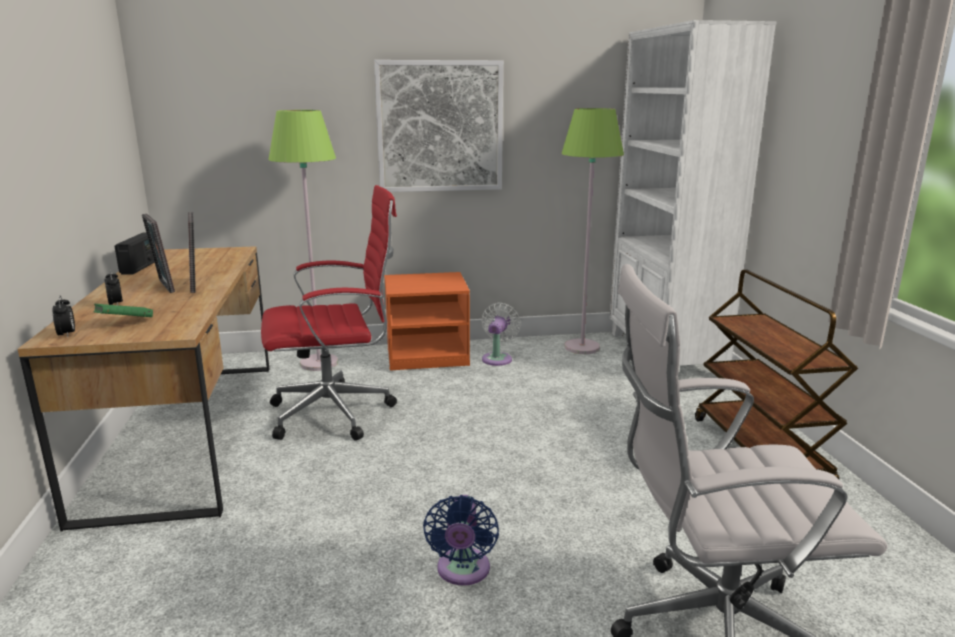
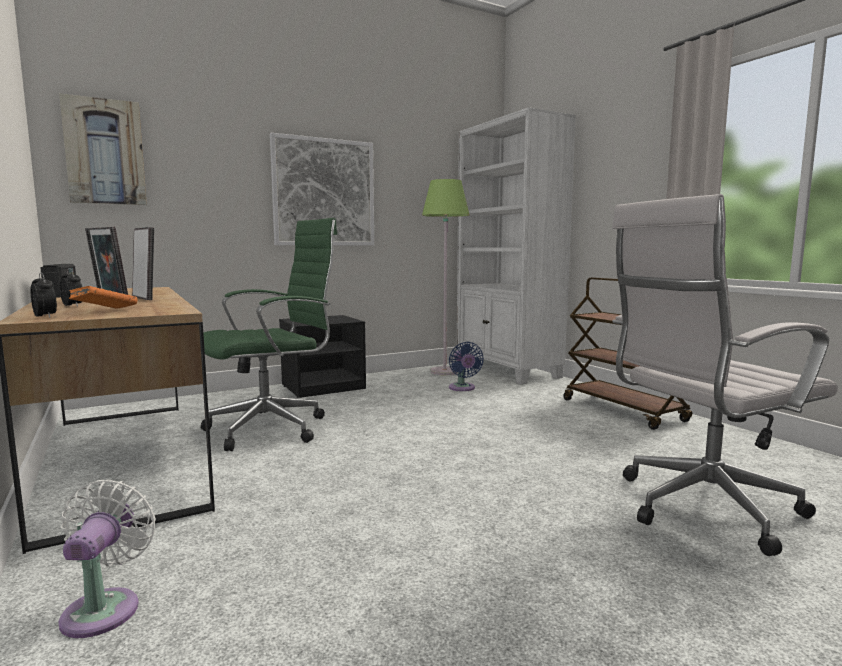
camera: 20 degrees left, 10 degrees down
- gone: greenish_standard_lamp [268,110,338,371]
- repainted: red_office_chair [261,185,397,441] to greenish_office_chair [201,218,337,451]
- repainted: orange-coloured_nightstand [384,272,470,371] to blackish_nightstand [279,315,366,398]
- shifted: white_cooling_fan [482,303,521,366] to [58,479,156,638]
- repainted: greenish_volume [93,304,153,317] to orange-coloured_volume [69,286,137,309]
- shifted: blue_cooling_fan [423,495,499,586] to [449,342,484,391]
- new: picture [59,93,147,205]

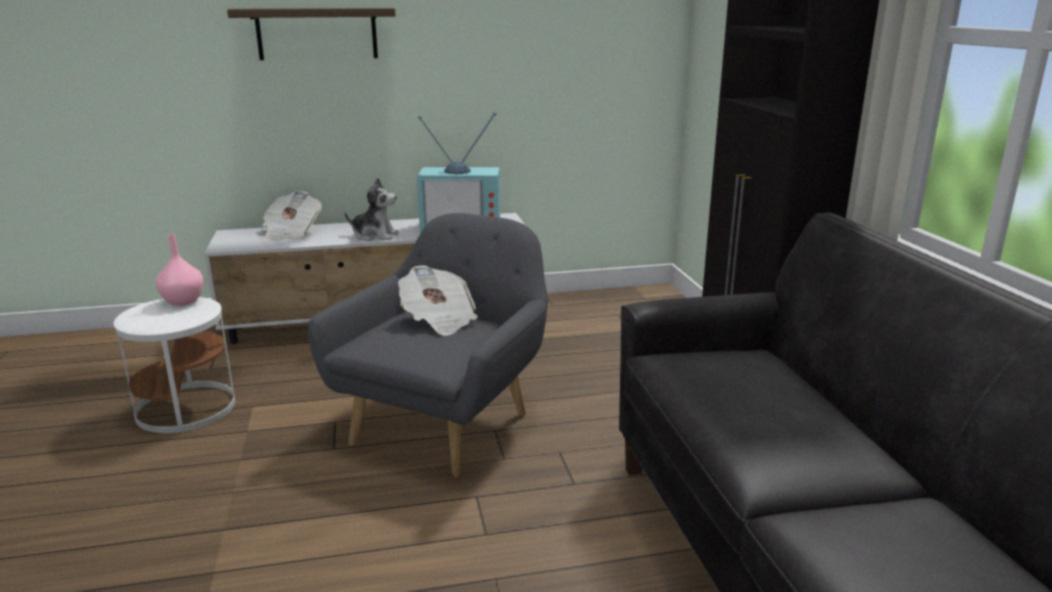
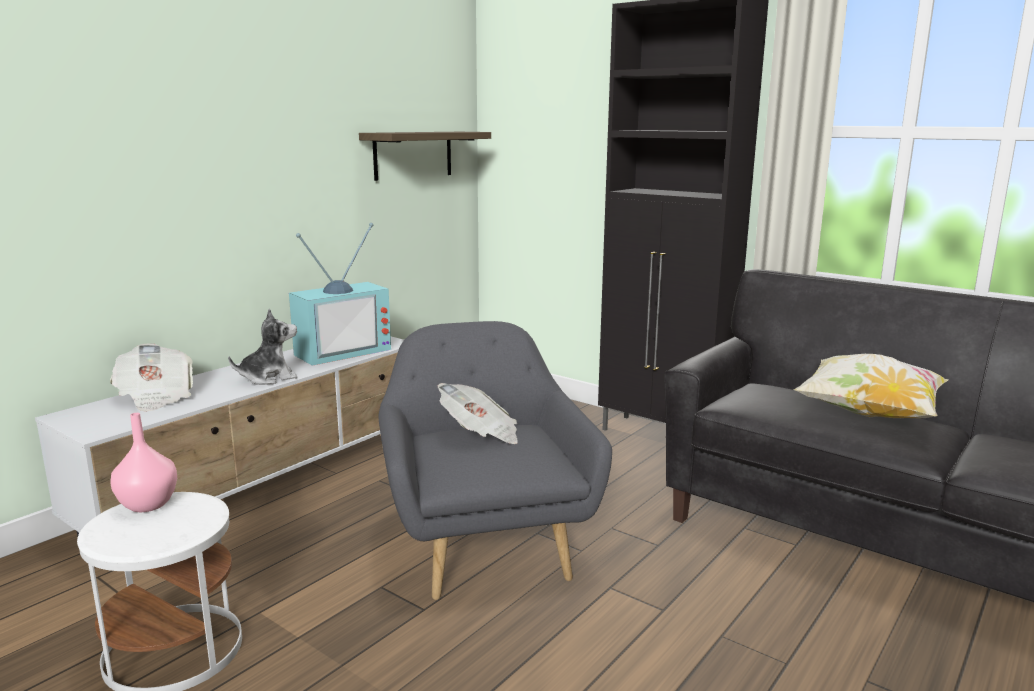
camera: 40 degrees left, 5 degrees down
- shifted: wall_shelf [227,8,396,60] to [359,132,491,181]
- new: throw_pillow [794,354,949,418]

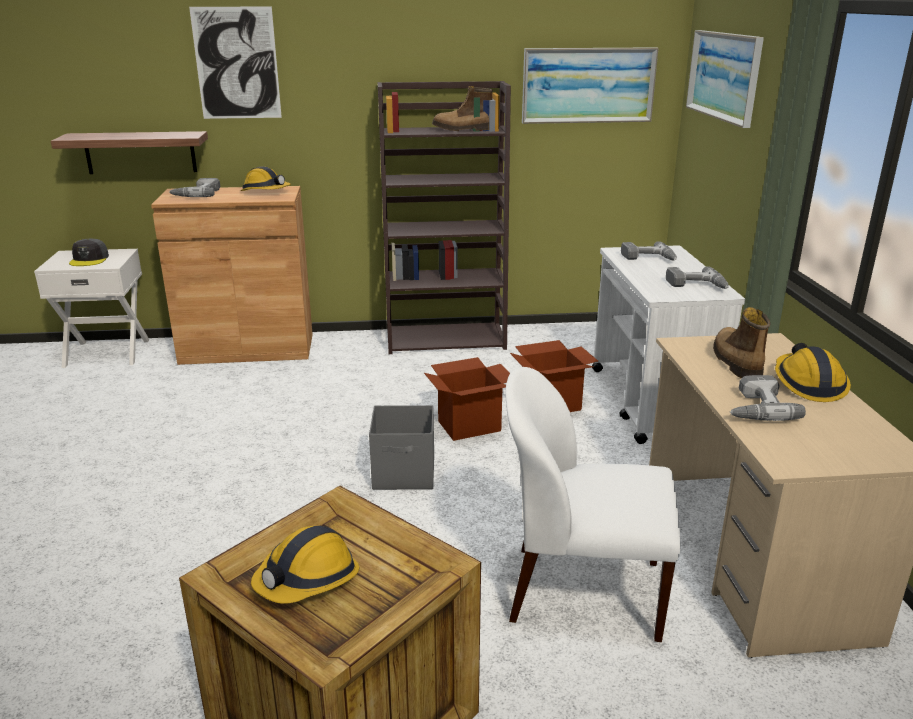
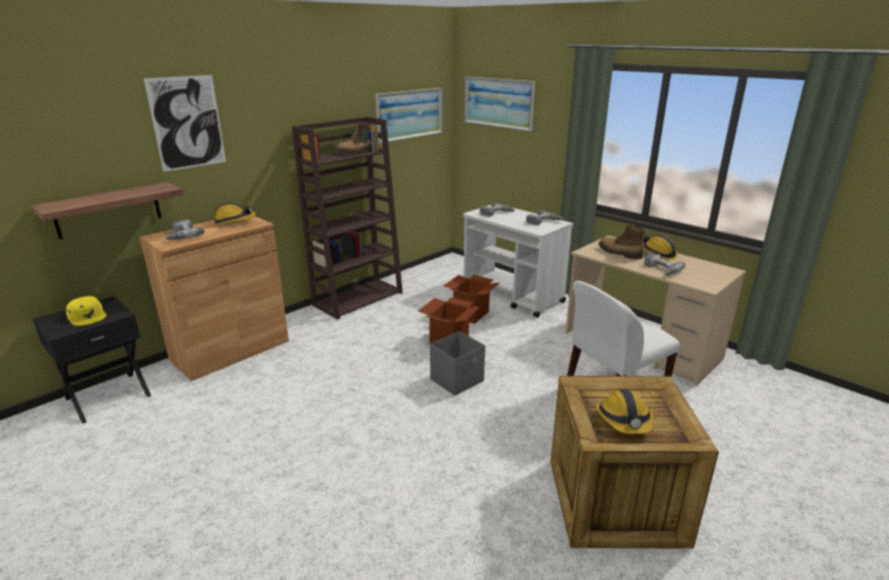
camera: 40 degrees left, 0 degrees up
- repainted: grey_cap [69,239,109,266] to yellow_cap [66,296,107,326]
- repainted: white_nightstand [34,249,150,368] to blackish_nightstand [33,296,151,424]

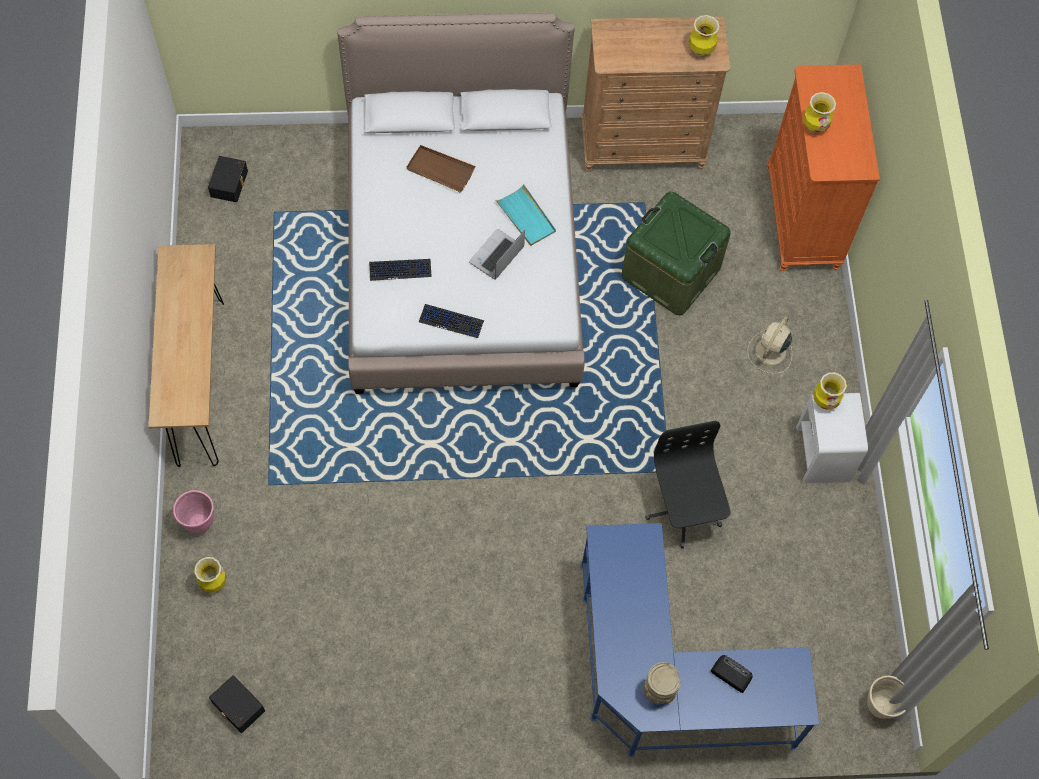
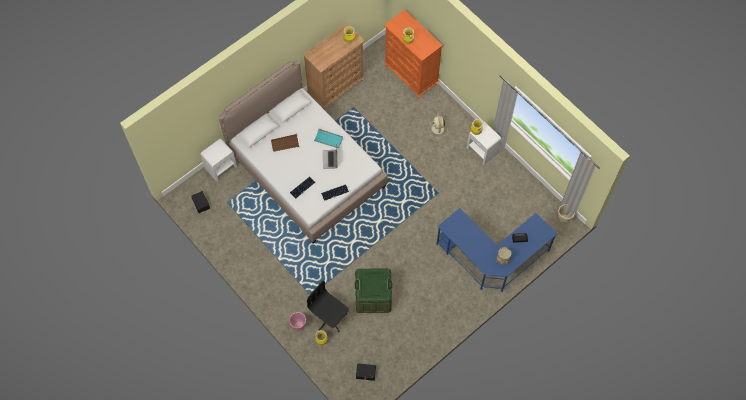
camera: 35 degrees left, 0 degrees up
- shifted: greenish_storage_container [621,192,731,315] to [355,268,392,313]
- gone: brownish_narrow_table [149,244,224,467]
- shifted: blackish_office_chair [645,420,731,548] to [307,281,349,332]
- new: white_nightstand [200,139,237,182]

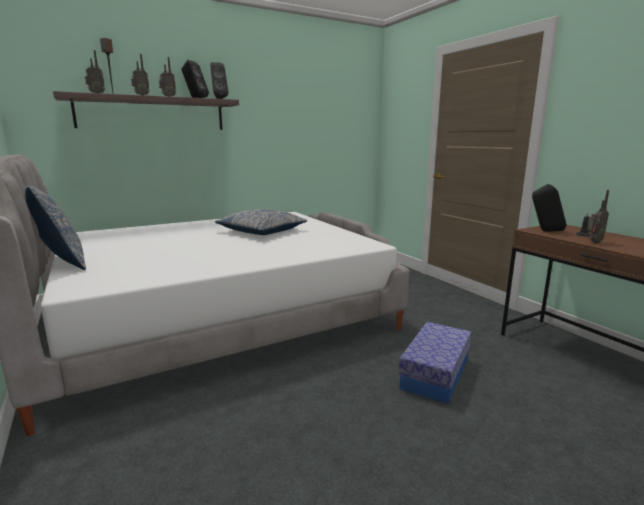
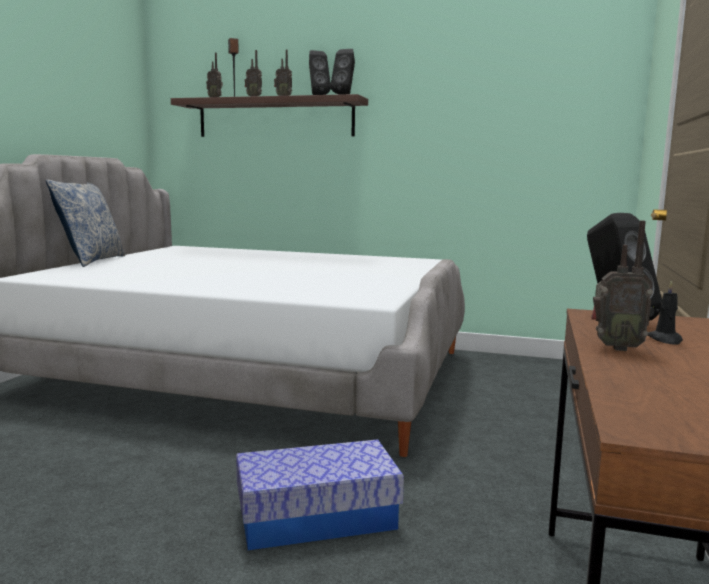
camera: 45 degrees right, 5 degrees down
- gone: throw_pillow [215,209,307,235]

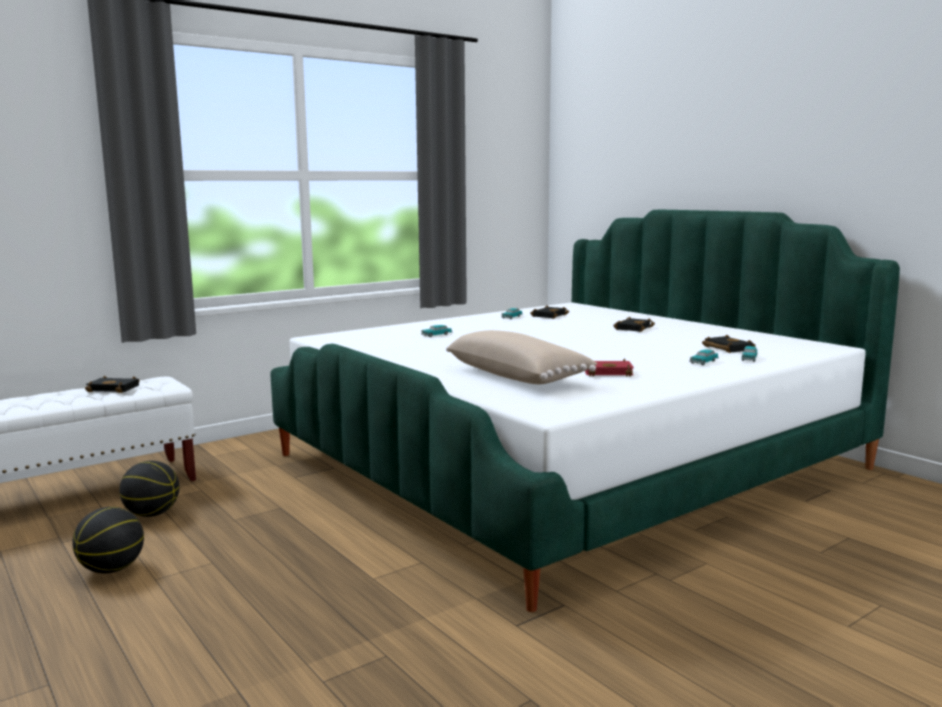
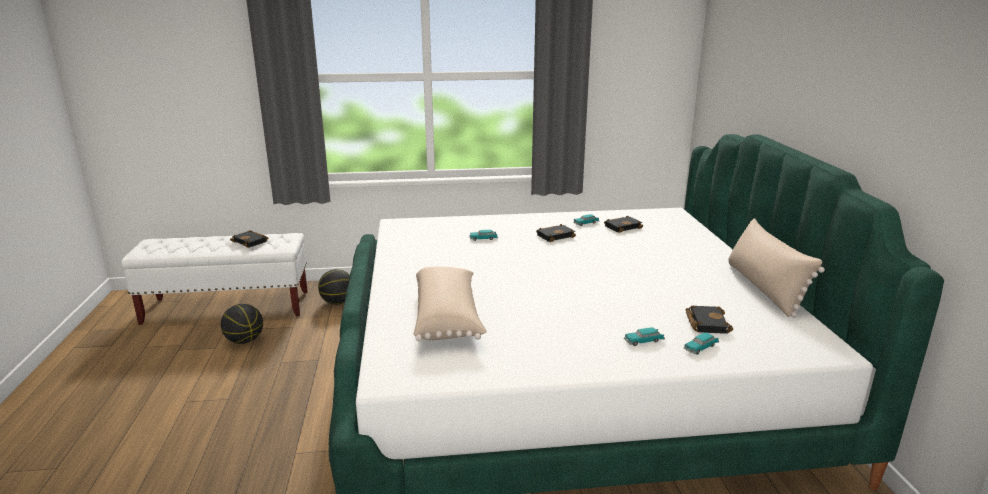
camera: 30 degrees right, 10 degrees up
- shifted: blackish_volume [613,317,655,332] to [536,224,576,242]
- gone: red_volume [585,359,634,376]
- shifted: basketball [72,507,144,574] to [318,269,350,305]
- new: sand-coloured_throw_pillow [729,218,825,318]

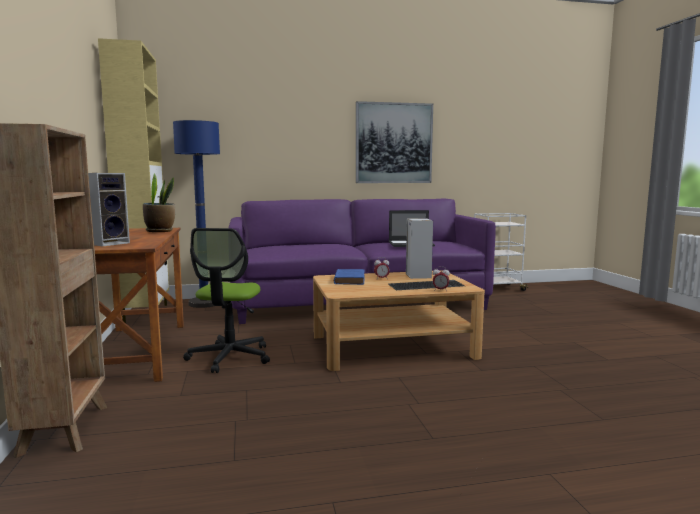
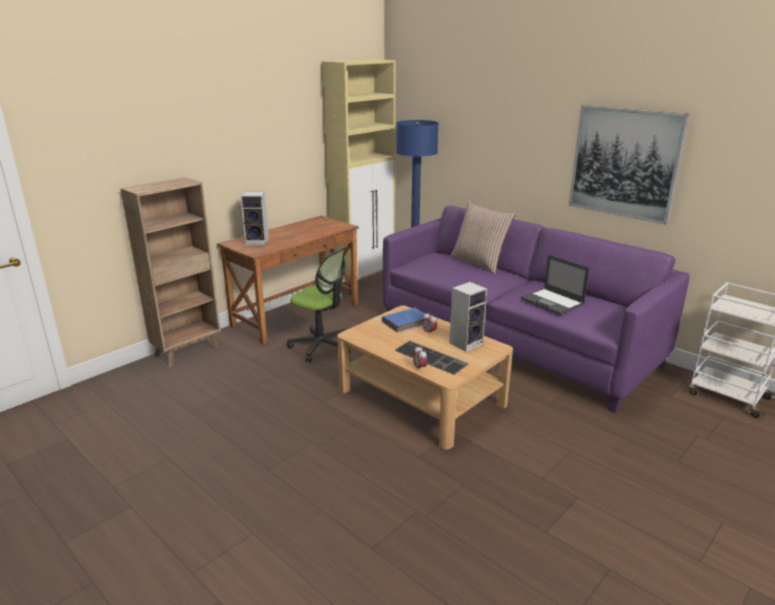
camera: 55 degrees right, 15 degrees up
- gone: plant_in_a_pot [143,174,175,232]
- rotated: office_chair [183,228,270,373] = [287,247,350,363] 120 degrees counterclockwise
- new: throw_pillow [450,201,516,274]

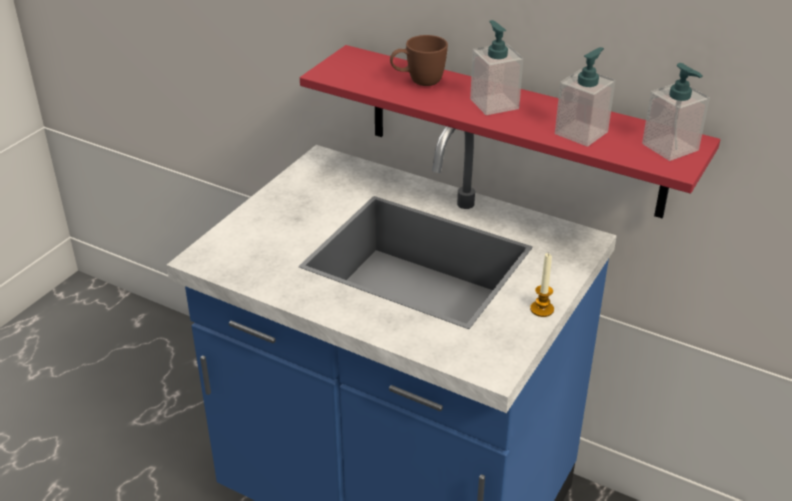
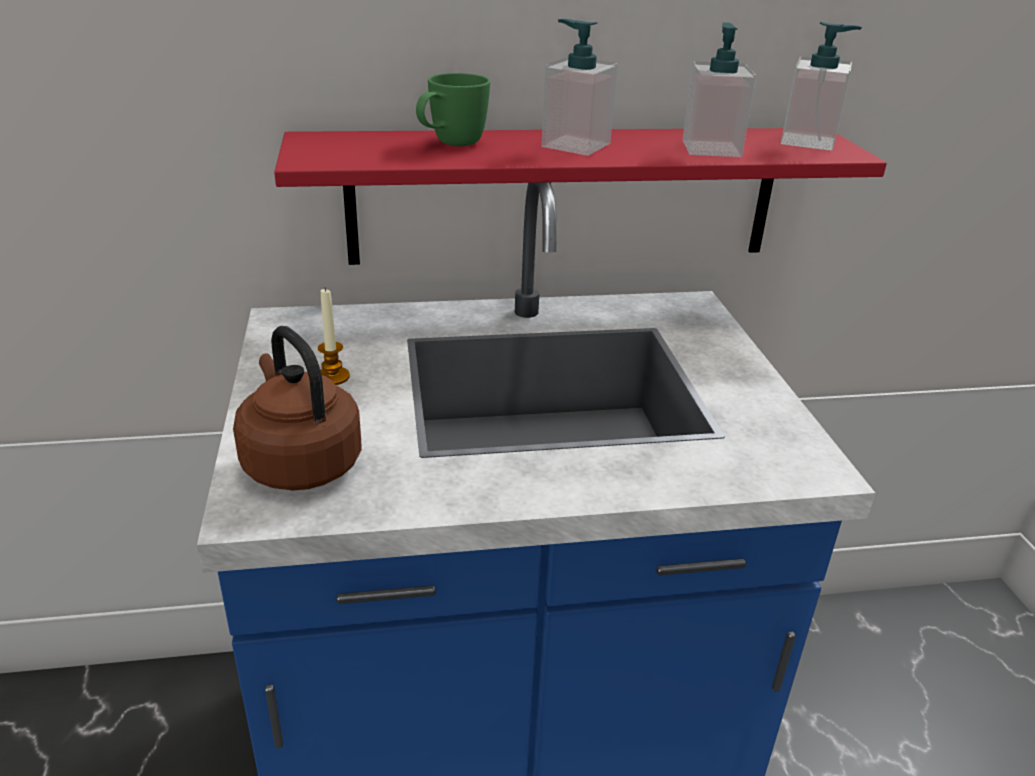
camera: 40 degrees left, 5 degrees down
- repainted: brownish_coffee_mug [390,35,448,86] to greenish_coffee_mug [416,73,490,146]
- shifted: candle [530,253,554,317] to [318,288,350,385]
- new: brownish_kettle [233,326,362,490]

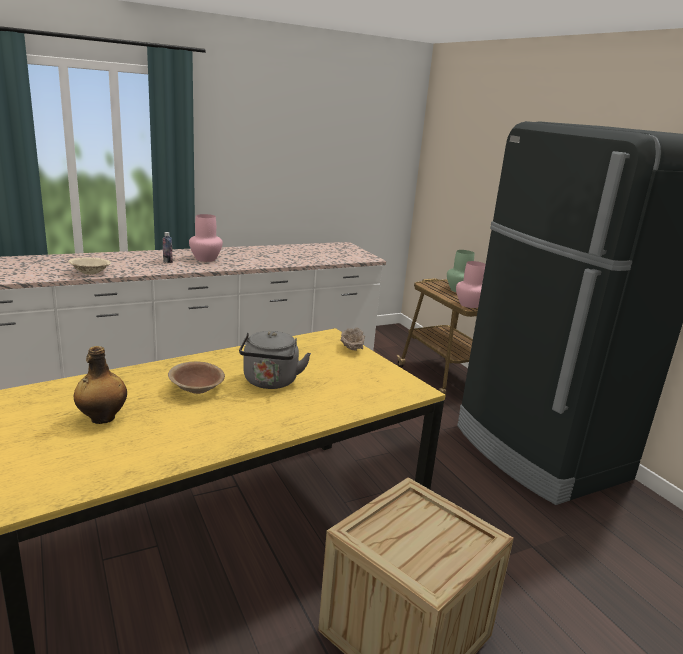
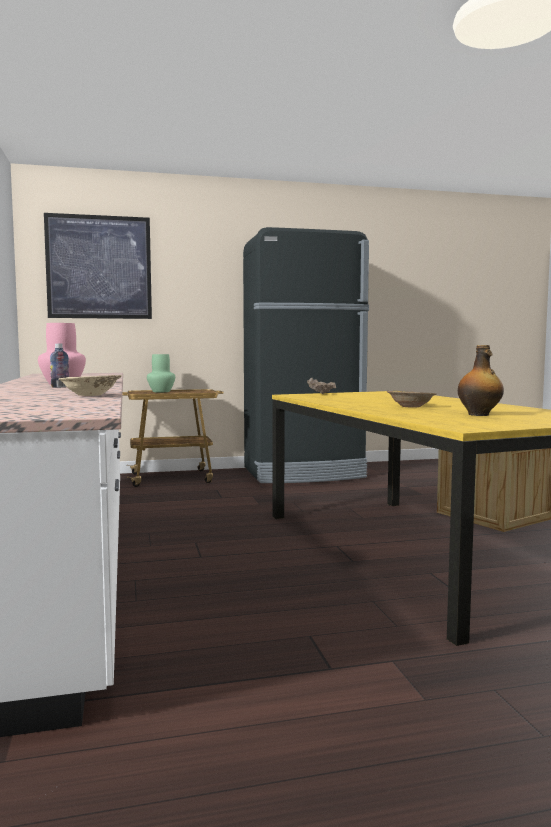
camera: 75 degrees left, 15 degrees down
- gone: pink-coloured_decorative_vase [456,261,486,308]
- gone: grey_kettle [239,331,311,389]
- new: picture [44,213,152,319]

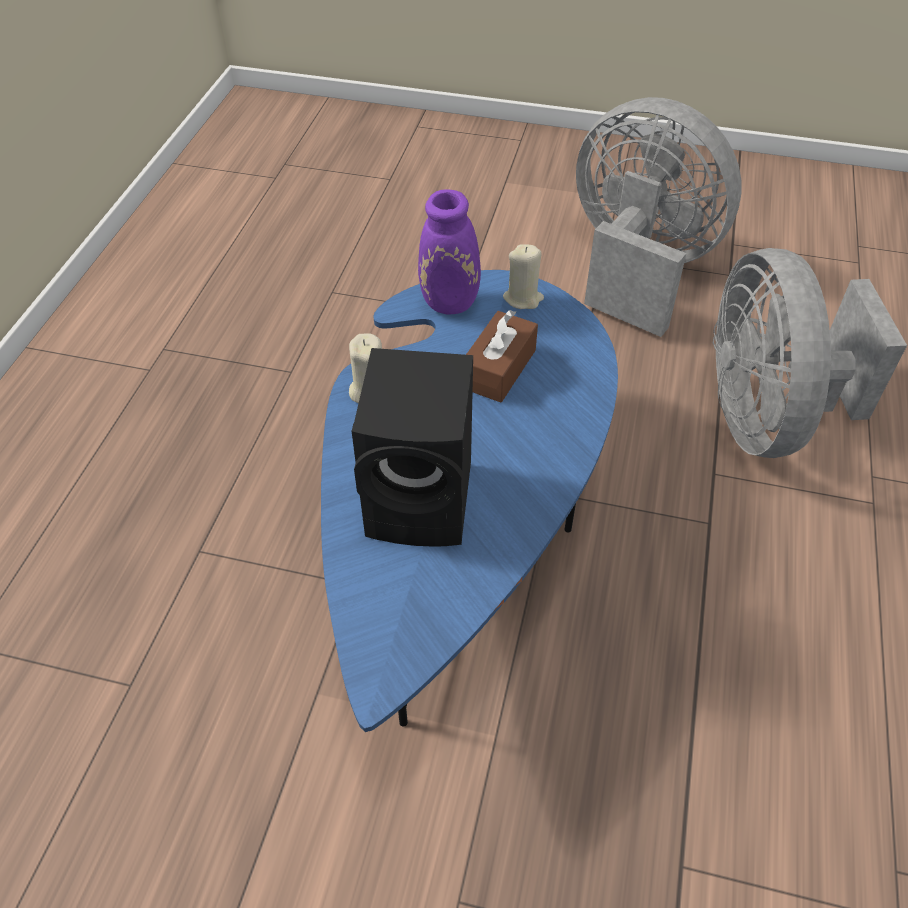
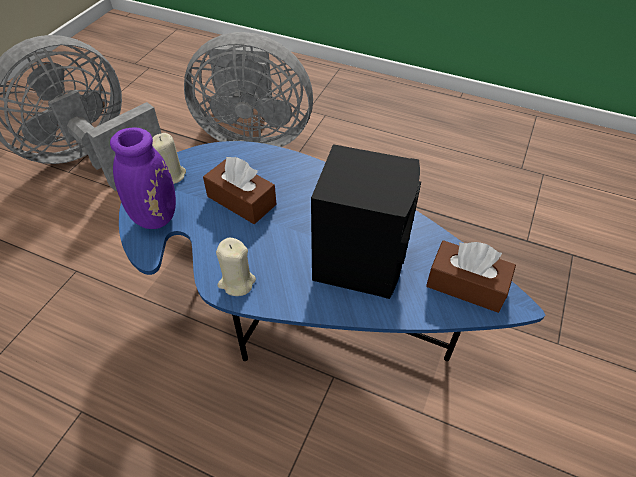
camera: 80 degrees left, 0 degrees up
- new: brownish_tissue_box [426,240,516,313]

